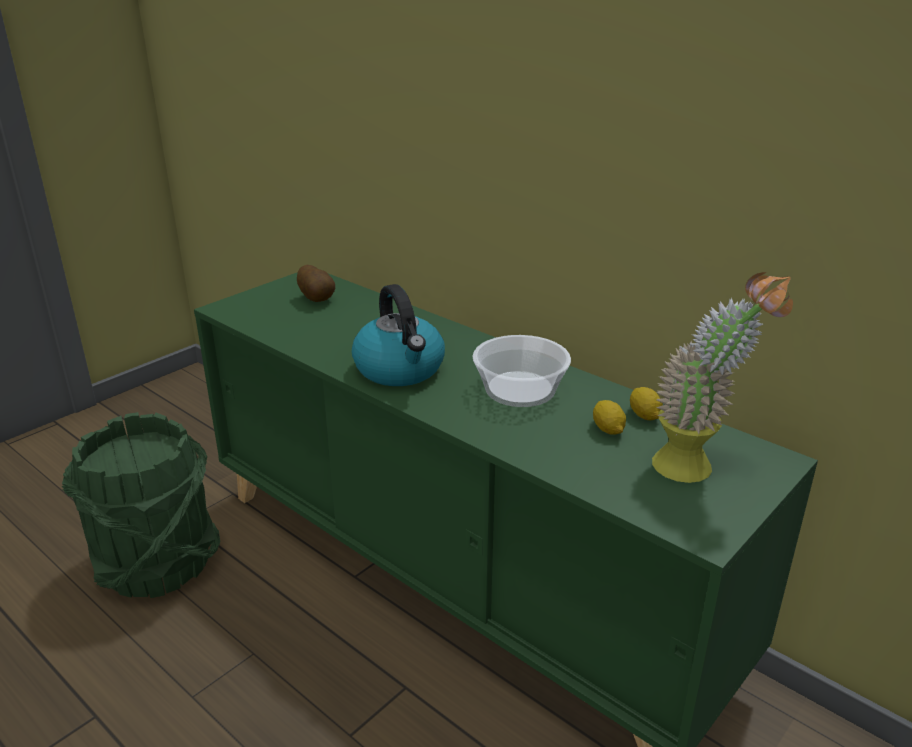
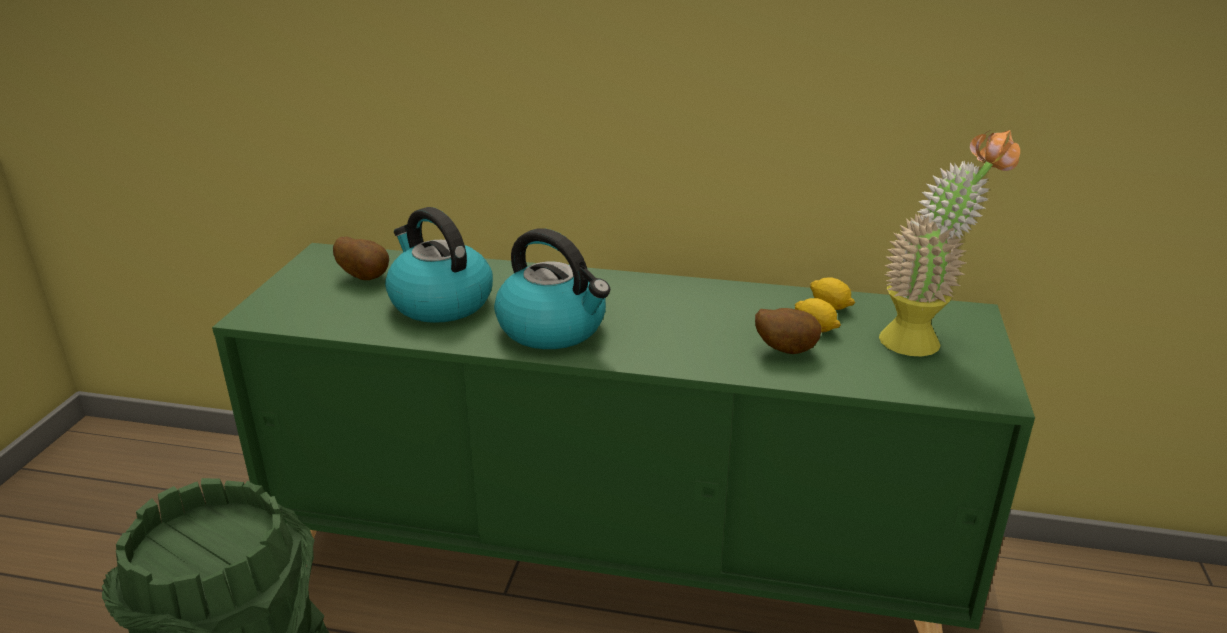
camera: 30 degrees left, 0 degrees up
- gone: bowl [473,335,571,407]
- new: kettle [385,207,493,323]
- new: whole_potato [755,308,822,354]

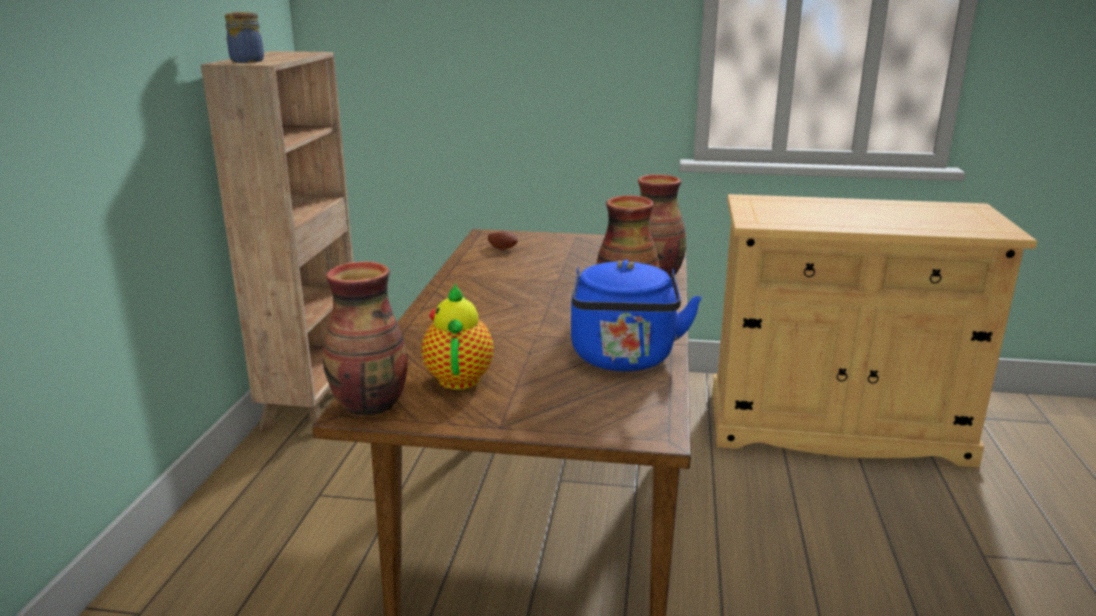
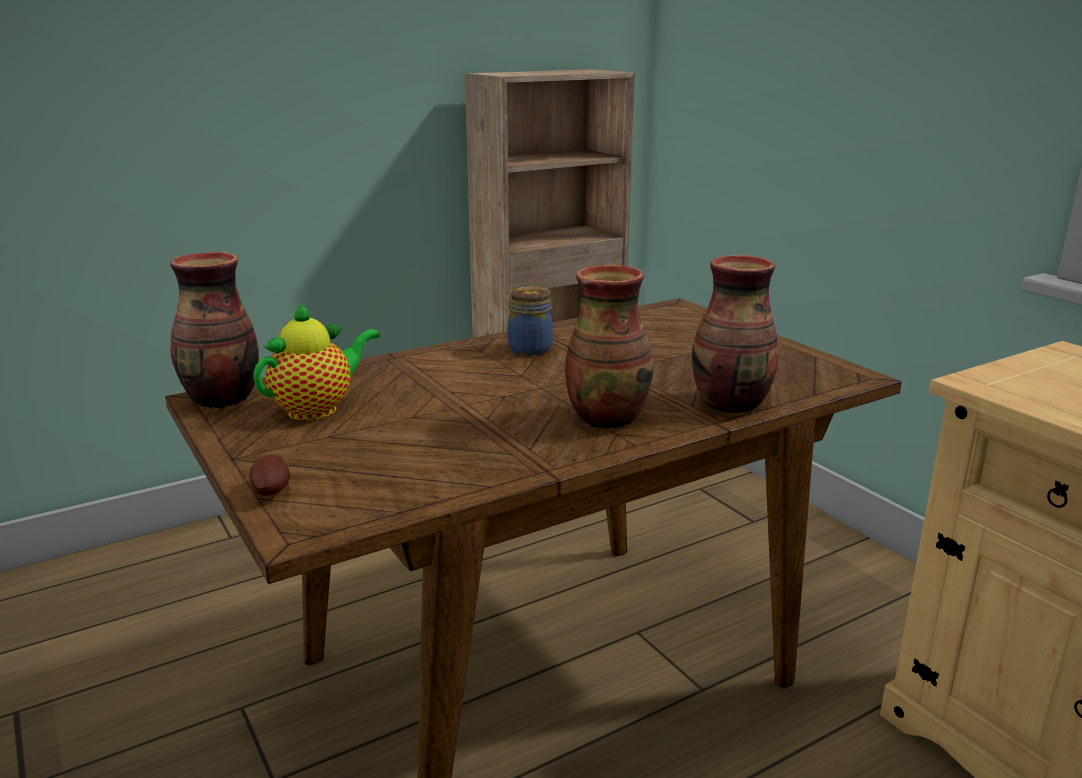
camera: 50 degrees right, 0 degrees up
- shifted: preserve_jar [225,12,264,63] to [507,286,553,356]
- shifted: whole_potato [488,231,518,250] to [249,455,291,496]
- gone: blue_kettle [571,260,702,372]

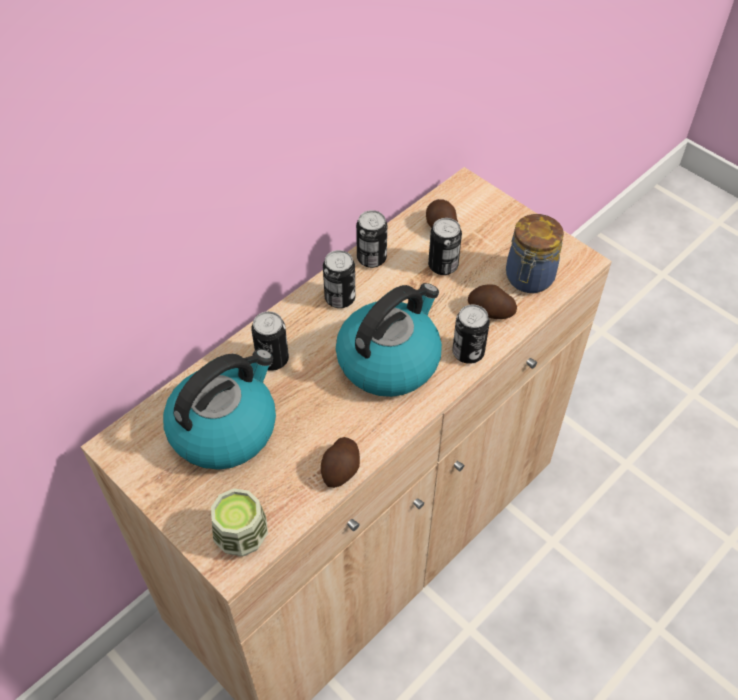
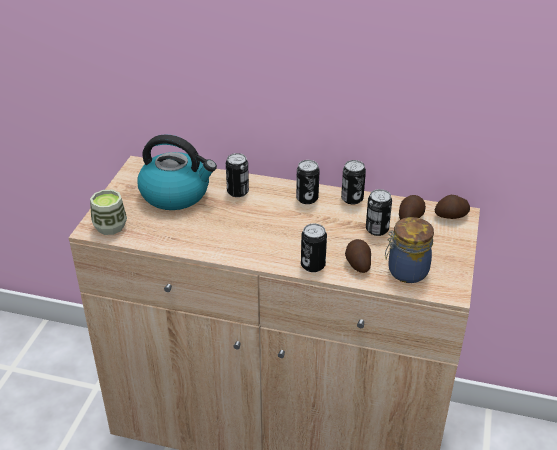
camera: 60 degrees right, 15 degrees down
- gone: kettle [336,283,442,397]
- shifted: whole_potato [321,437,360,488] to [435,195,470,219]

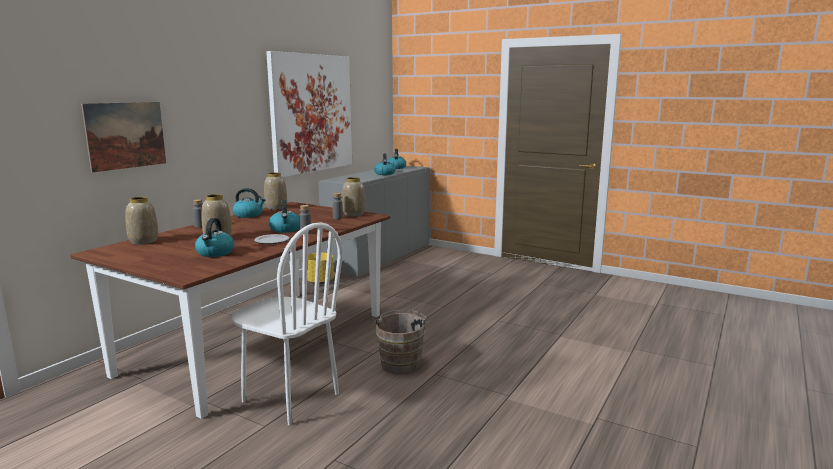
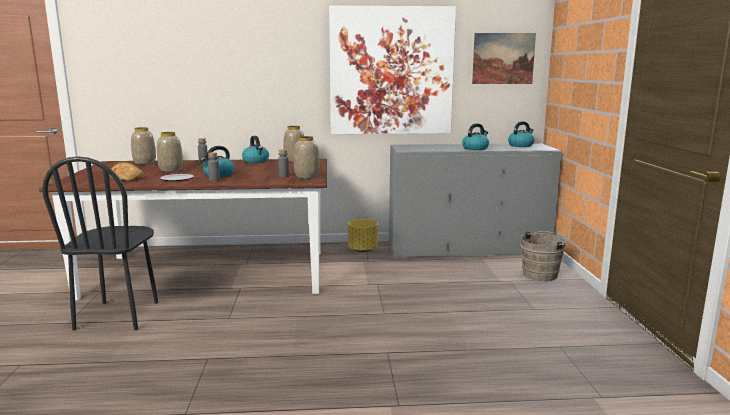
camera: 55 degrees right, 0 degrees up
- shifted: picture [81,102,166,173] to [472,33,536,84]
- swapped: kettle [195,218,234,257] to bread [110,162,144,181]
- repainted: white_chair [232,222,343,425] to blackish_chair [42,156,158,331]
- shifted: brownish_pail [374,310,429,374] to [520,231,570,281]

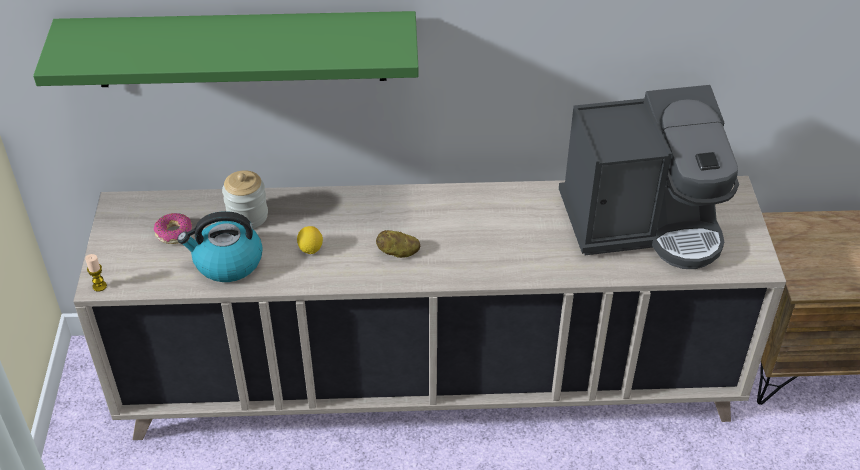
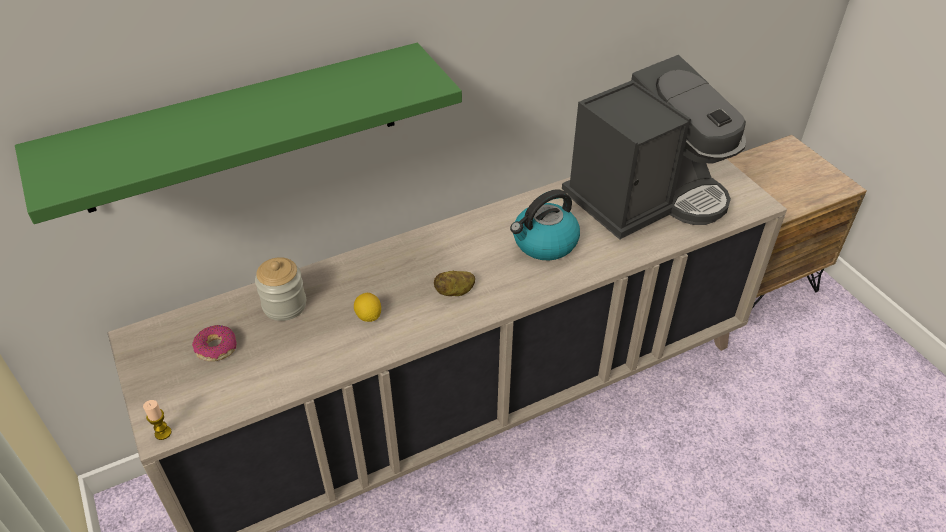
camera: 25 degrees left, 0 degrees up
- shifted: kettle [177,211,263,282] to [510,189,580,260]

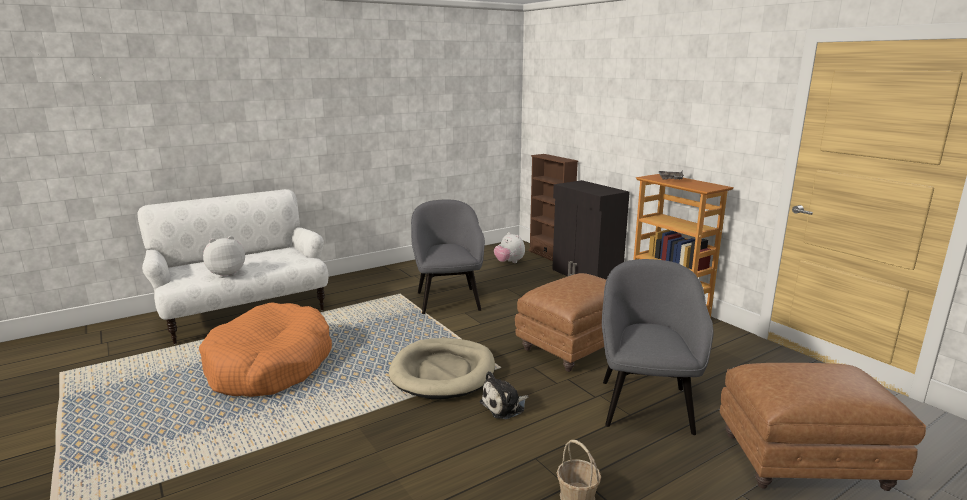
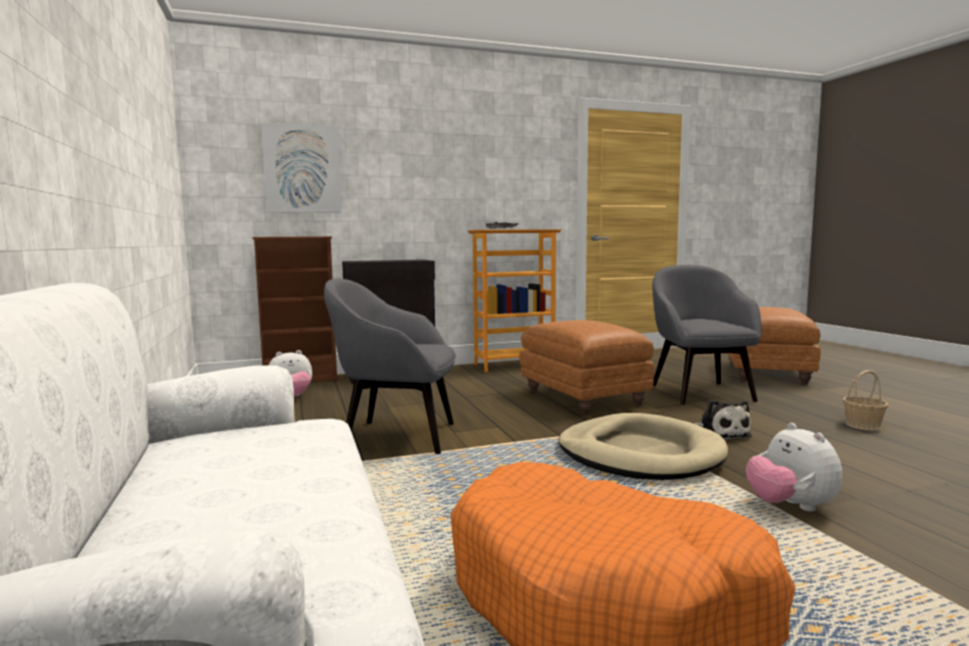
camera: 75 degrees left, 10 degrees down
- shifted: soft_toy [203,236,245,278] to [746,423,842,512]
- rotated: grey_armchair [602,259,714,435] = [652,265,762,405] 60 degrees clockwise
- new: picture [262,123,342,213]

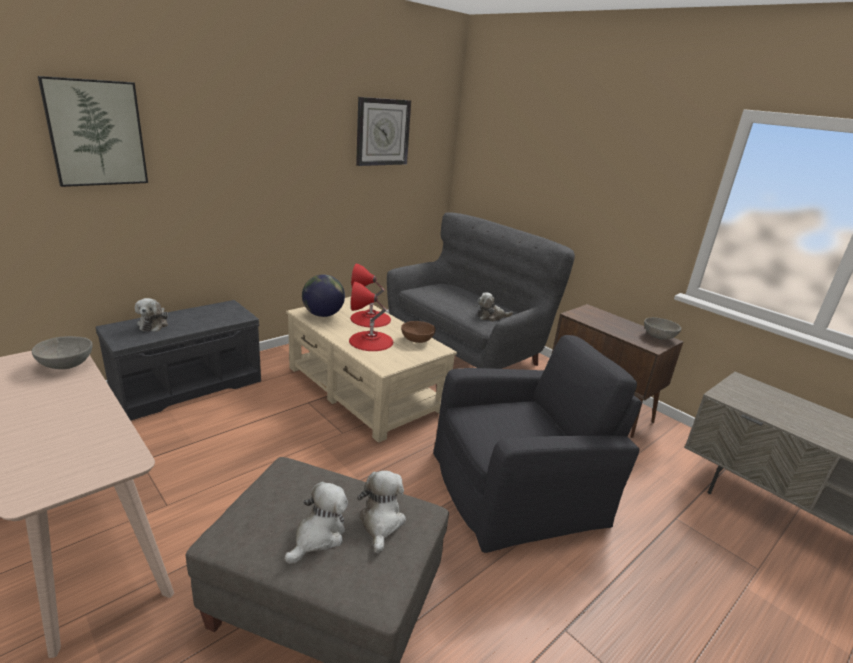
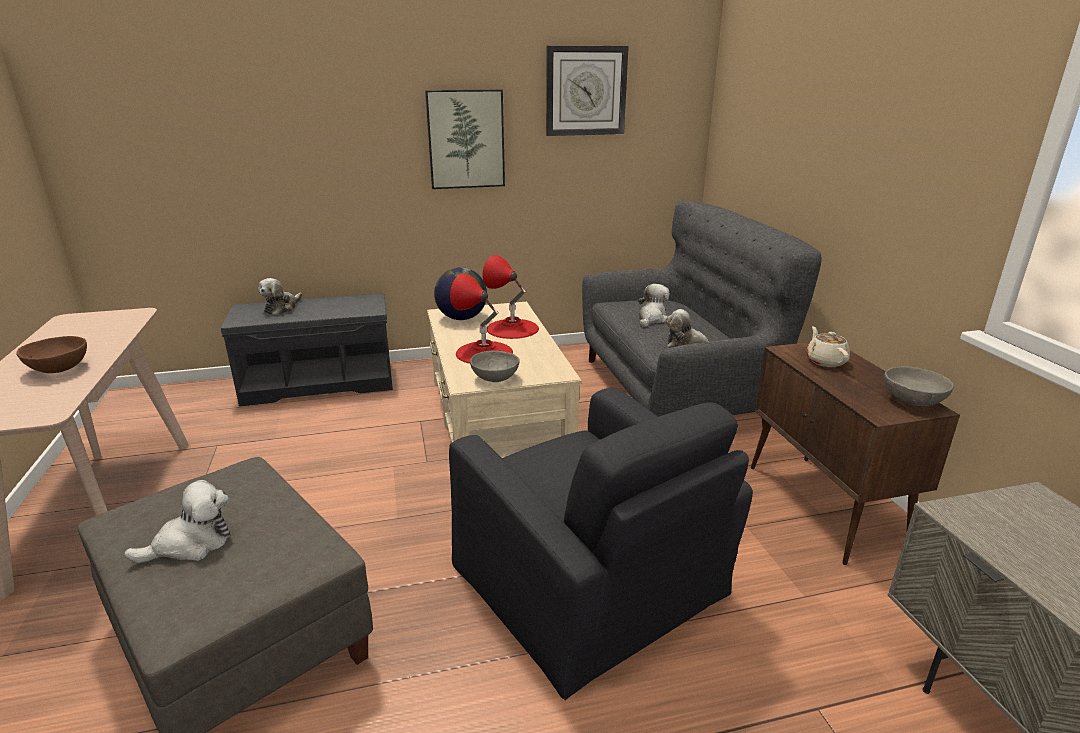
camera: 30 degrees right, 0 degrees up
- shifted: picture [38,76,148,187] to [425,89,505,189]
- shifted: brownish_bowl [401,321,436,343] to [16,336,87,373]
- rotated: blackish_armchair [433,335,642,553] = [449,388,753,700] 45 degrees clockwise
- shifted: grey_bowl [32,336,93,369] to [470,350,520,382]
- shifted: soft_toy [357,470,406,554] to [638,284,669,327]
- new: sand-coloured_tea_pot [806,326,850,367]

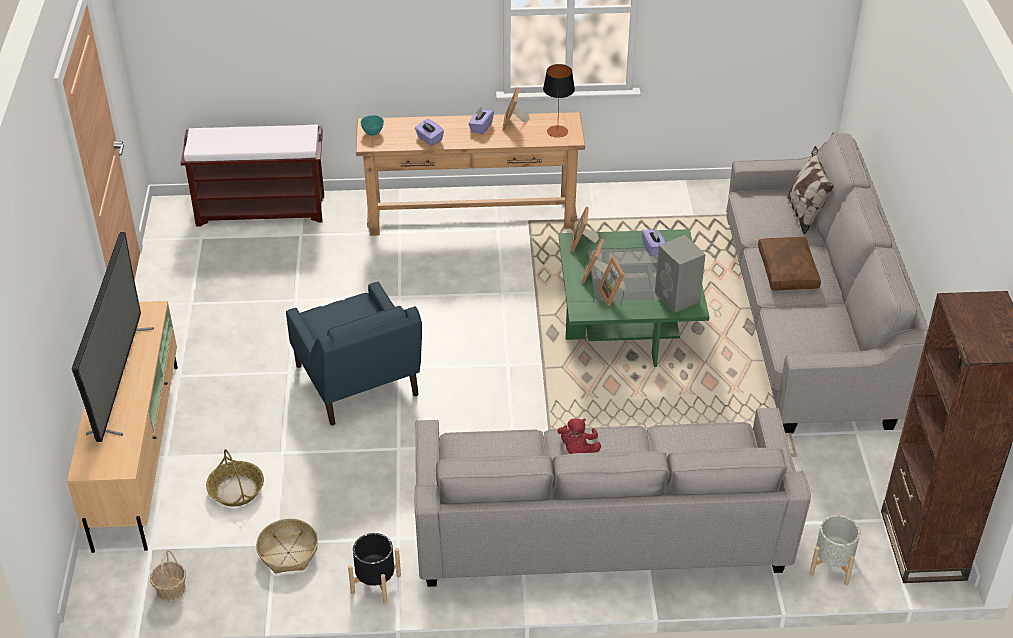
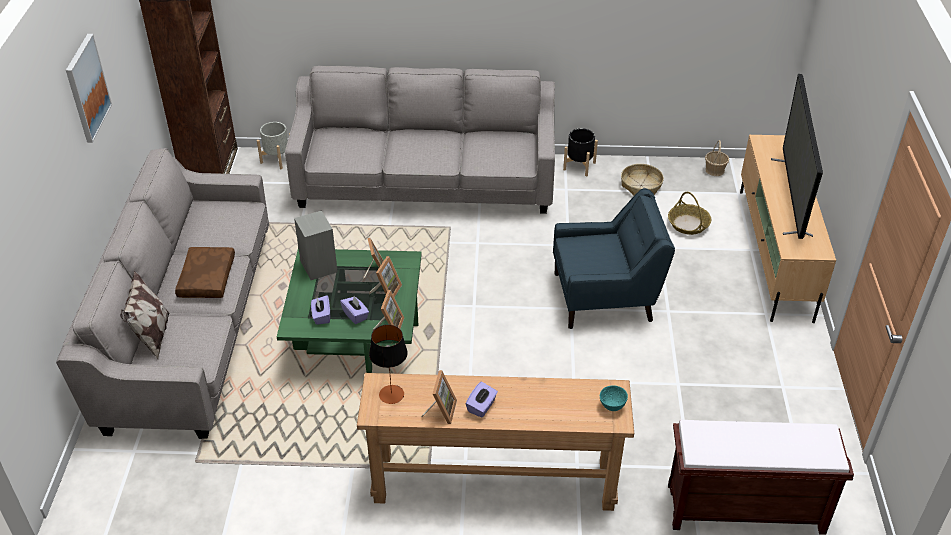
camera: 175 degrees left, 0 degrees up
- shifted: purplish_tissue_box [415,119,444,146] to [340,296,369,324]
- rotated: blue_armchair [286,282,422,425] = [553,188,675,329] 105 degrees clockwise
- gone: red_soft_toy [557,418,601,454]
- new: picture [66,34,112,143]

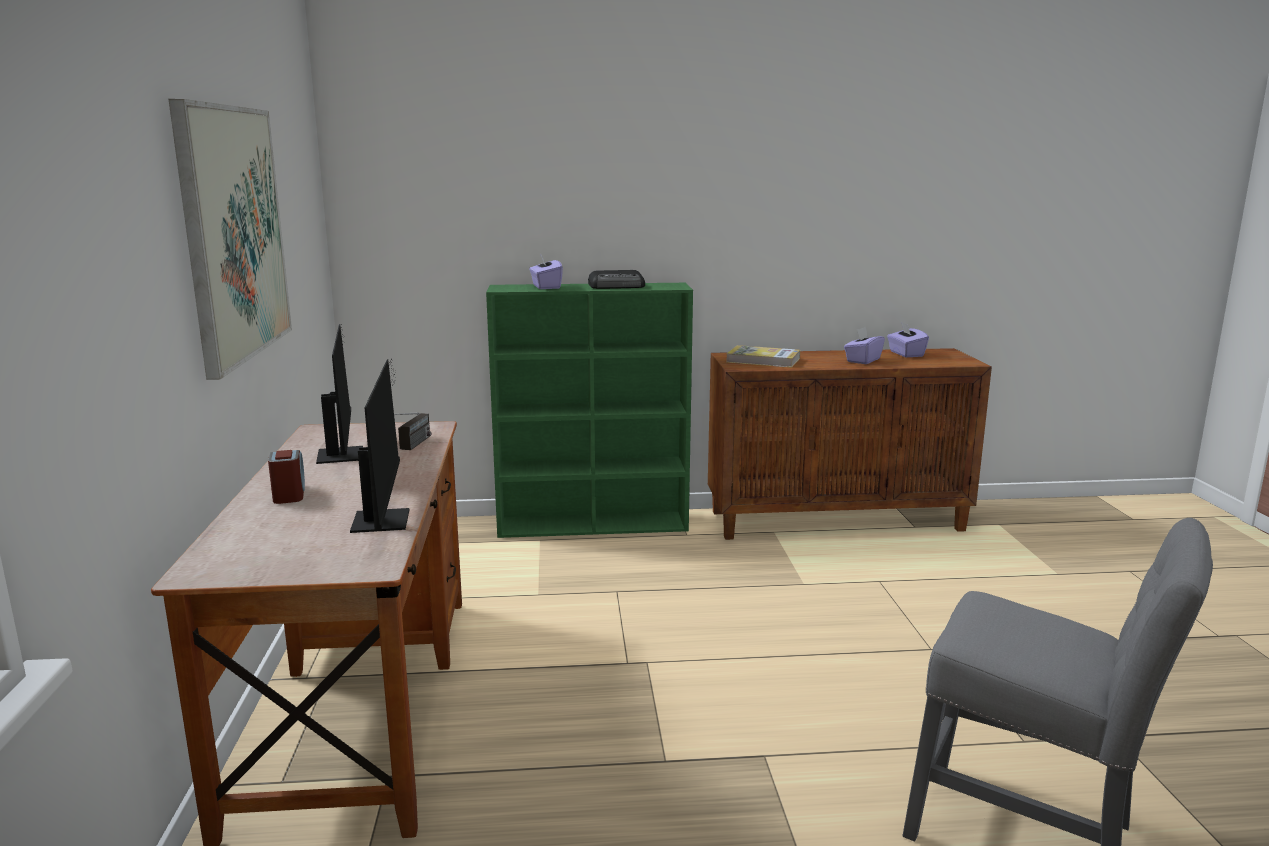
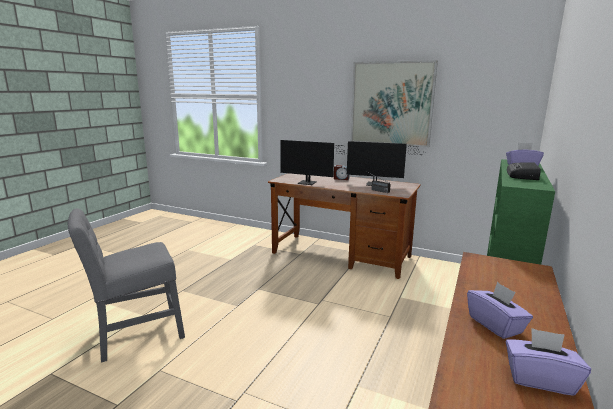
camera: 120 degrees right, 0 degrees up
- gone: volume [727,345,800,368]

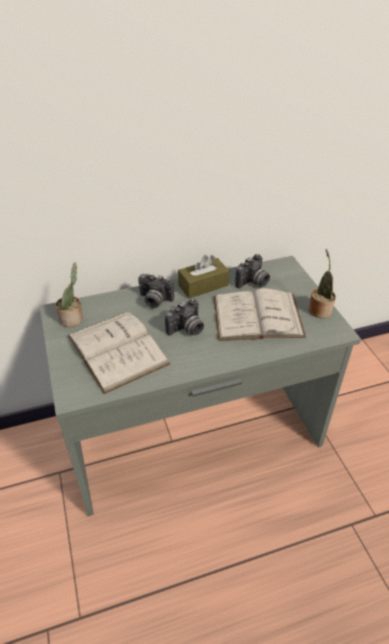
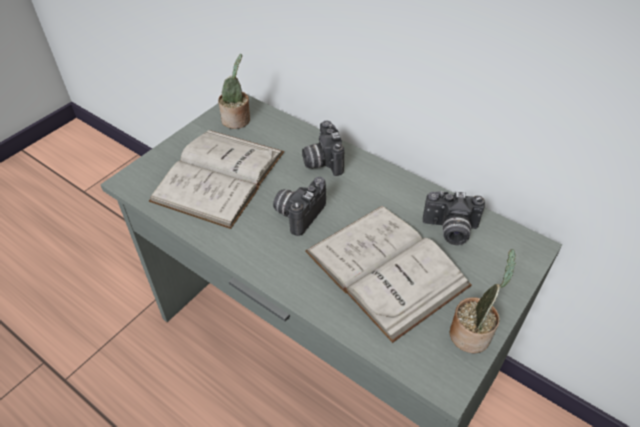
camera: 55 degrees right, 5 degrees up
- gone: brownish_tissue_box [178,255,229,298]
- rotated: photo_camera [165,298,204,335] = [273,177,326,236] 105 degrees clockwise

